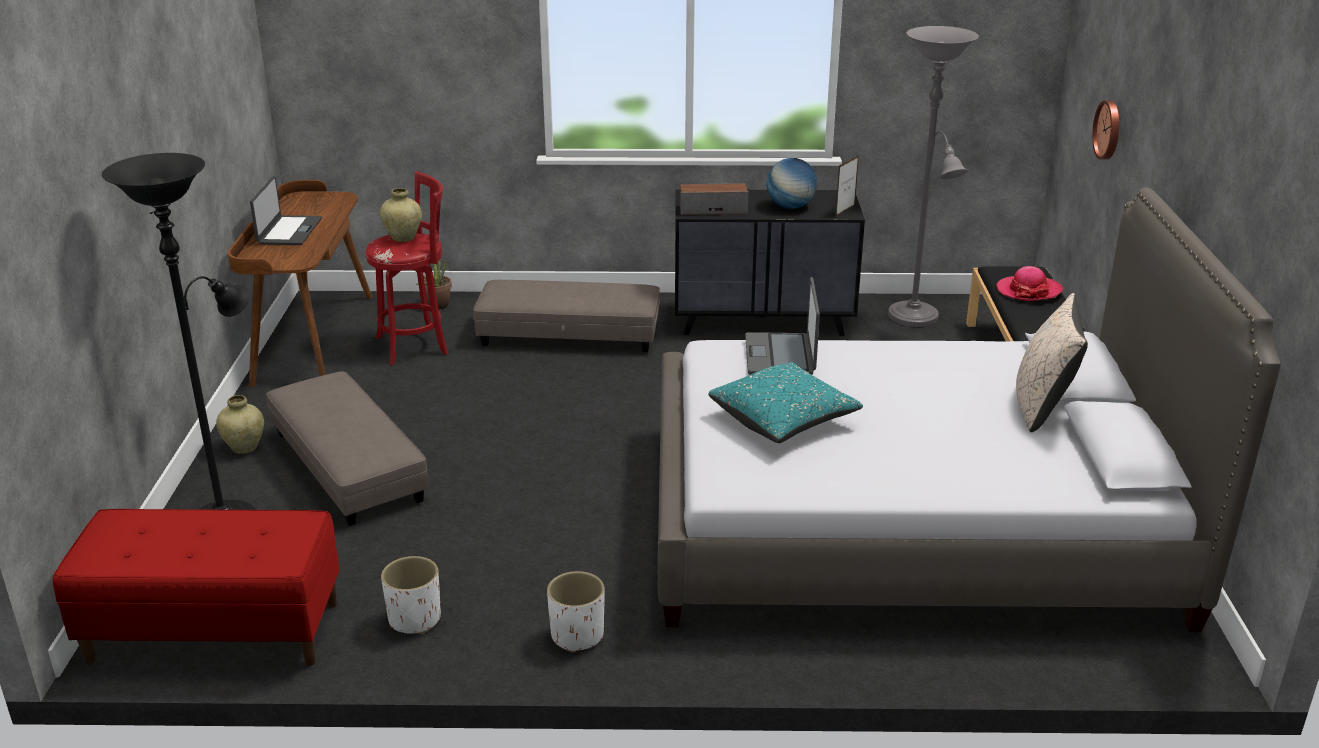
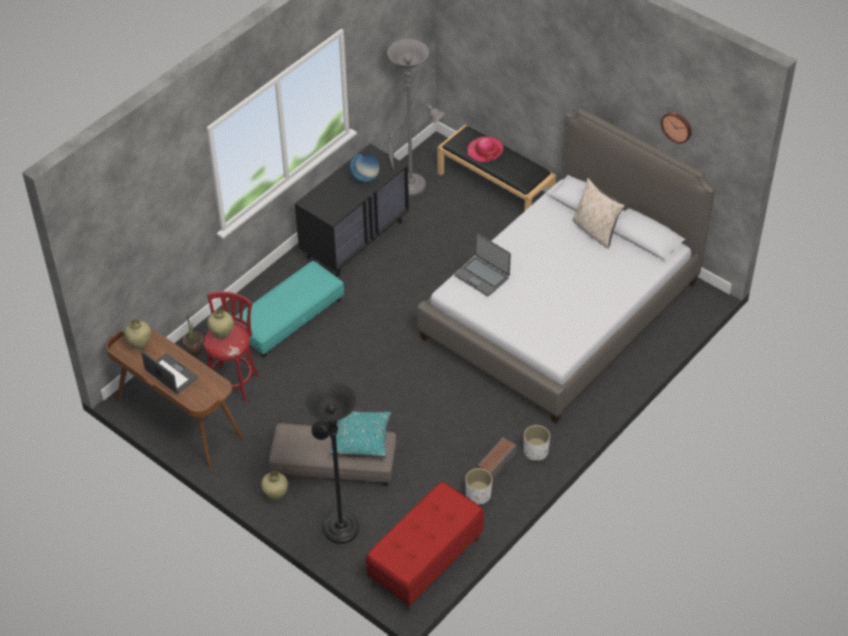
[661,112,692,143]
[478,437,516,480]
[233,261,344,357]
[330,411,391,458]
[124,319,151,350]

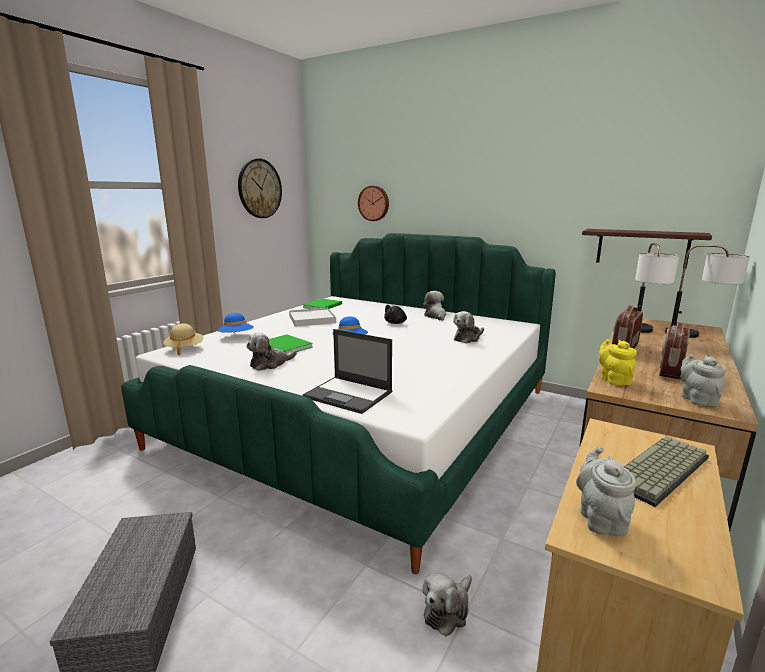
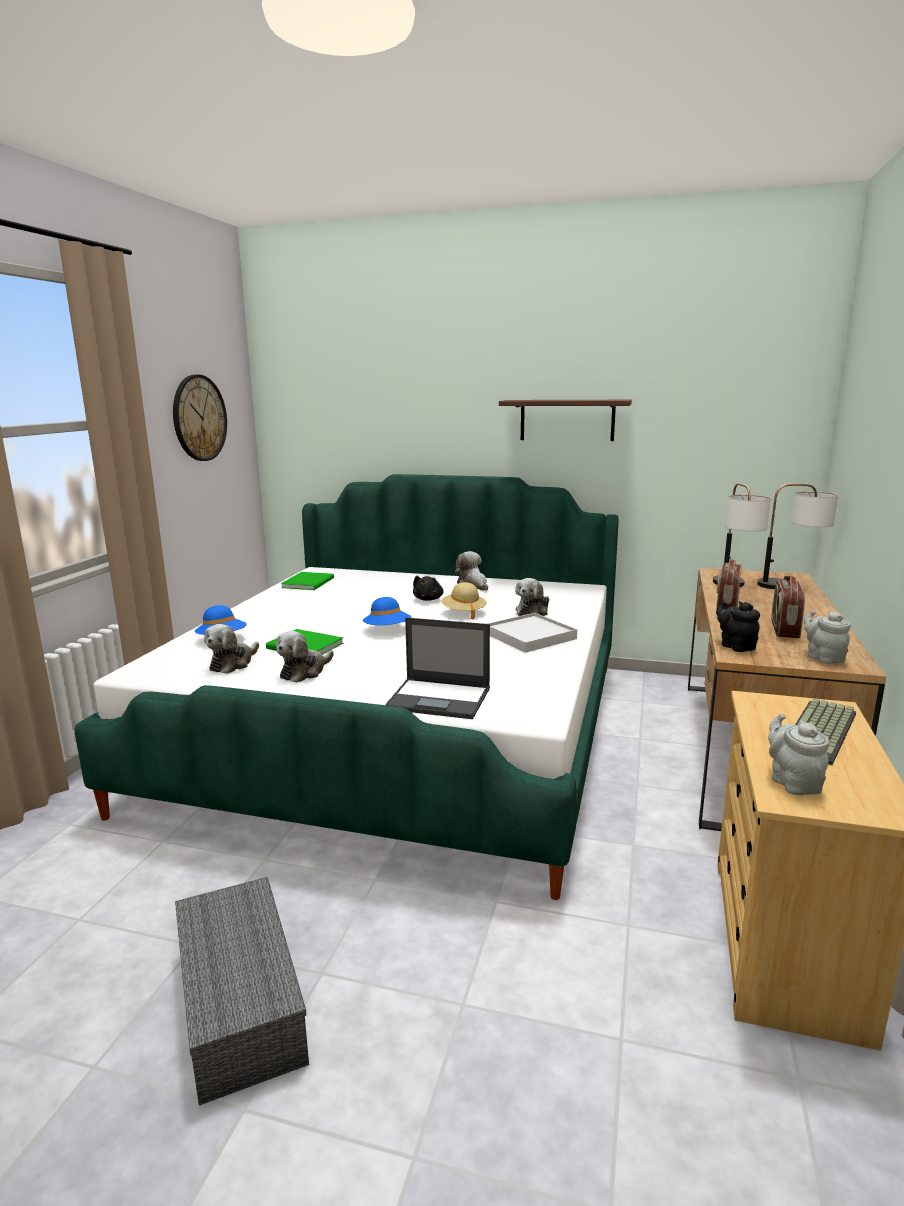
[358,186,389,221] (first image)
[499,400,632,441]
[487,613,577,653]
[441,582,487,620]
[716,601,760,652]
[204,624,259,674]

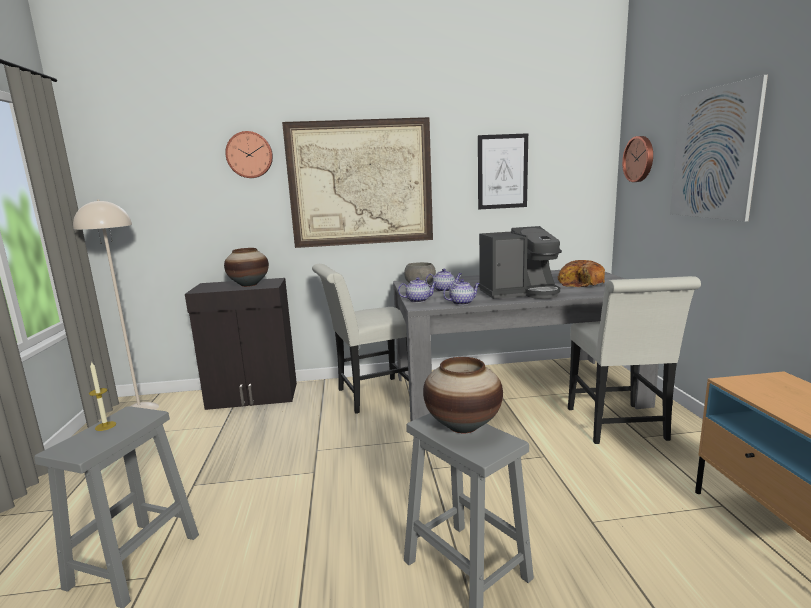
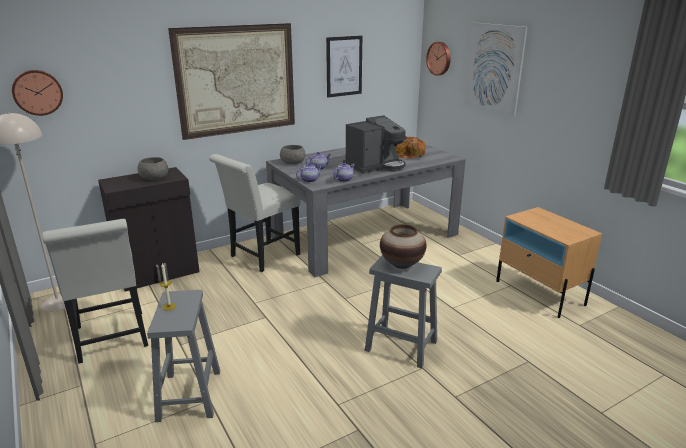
[12,70,63,116]
[138,157,168,180]
[42,219,148,364]

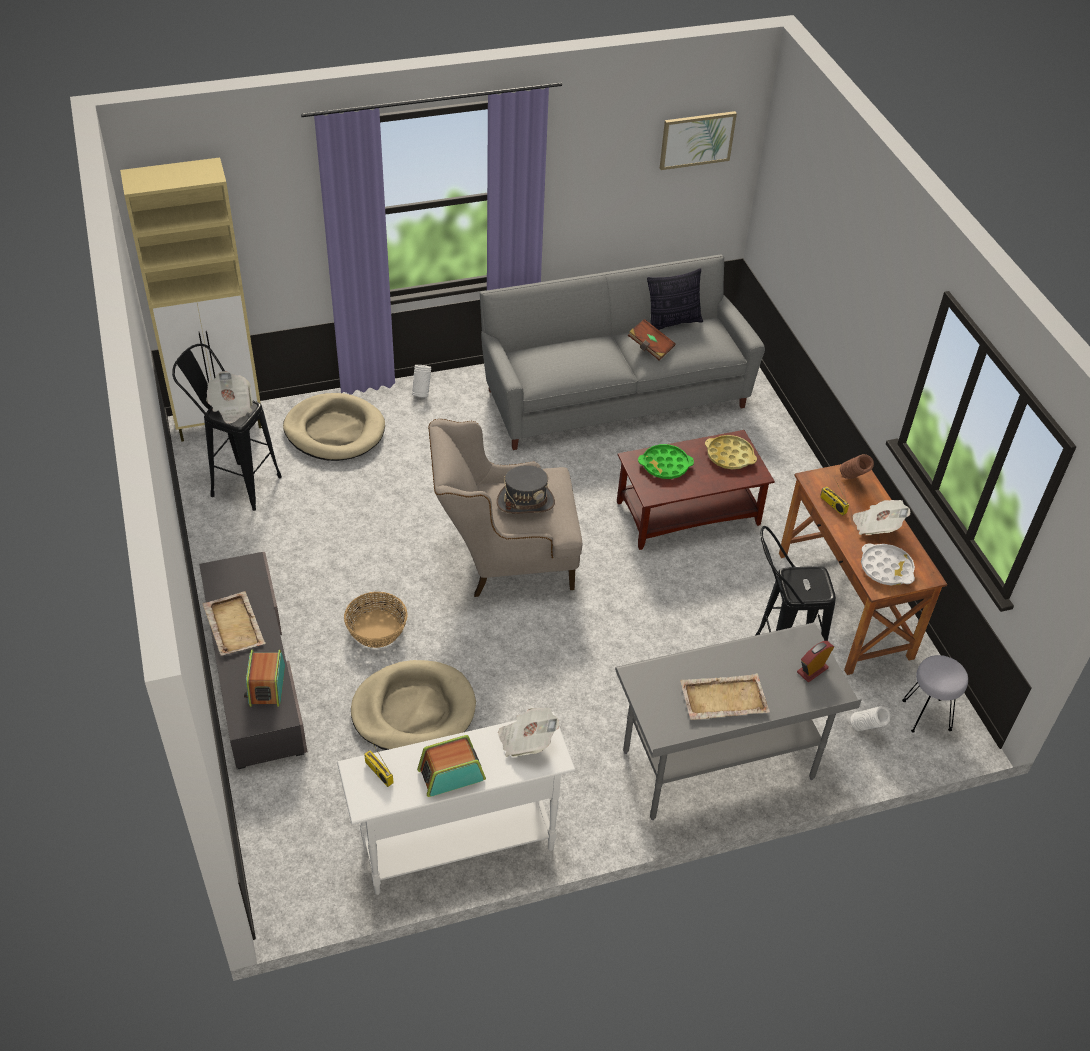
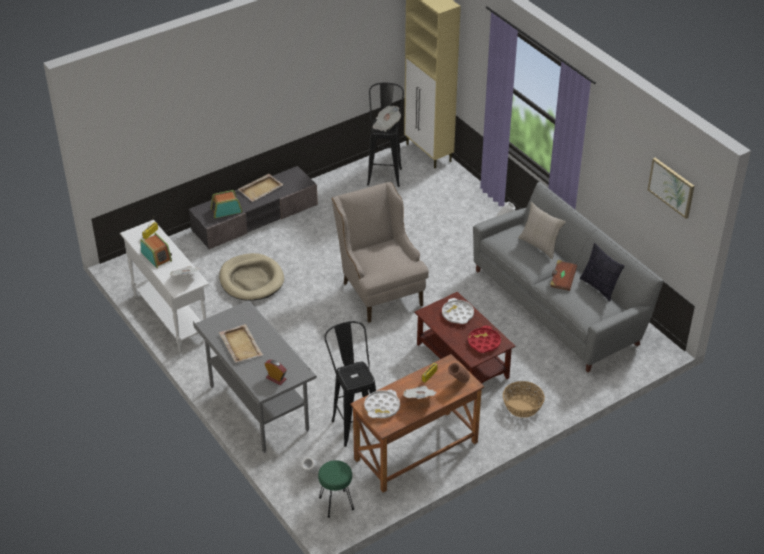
[283,393,385,461] (first image)
[468,326,501,353]
[442,298,474,324]
[497,465,555,514] (first image)
[503,381,545,418]
[318,460,354,518]
[518,202,566,259]

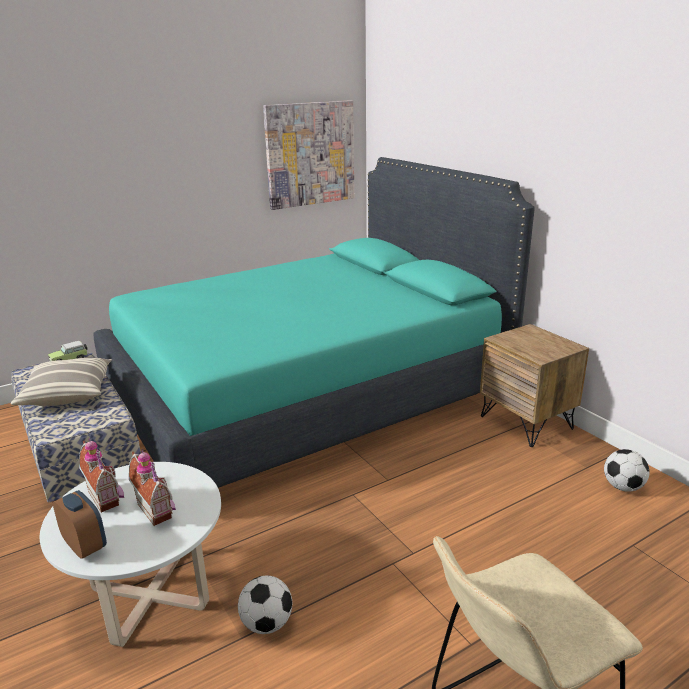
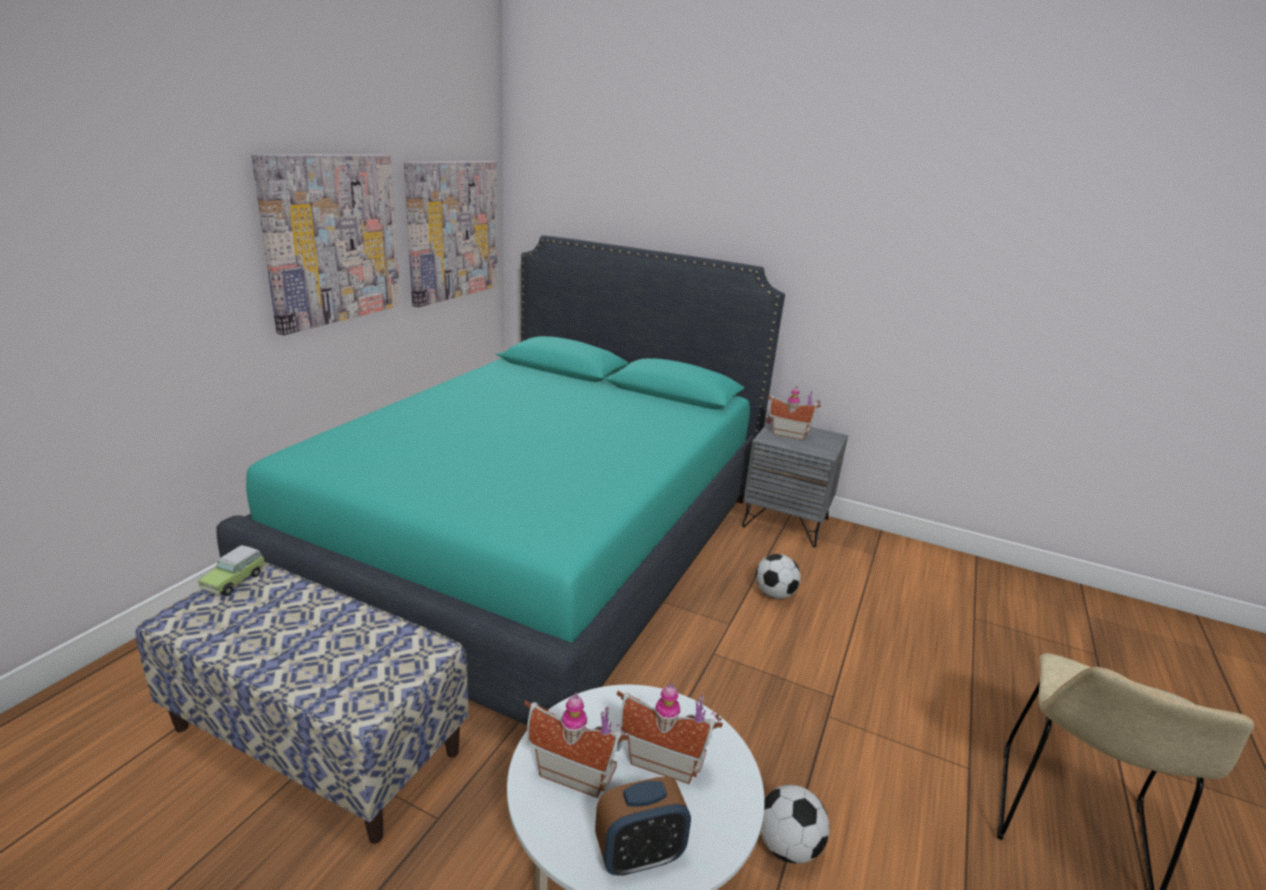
[742,418,848,547]
[11,358,112,406] (first image)
[756,554,801,599]
[595,776,691,876]
[251,154,401,335]
[766,385,821,440]

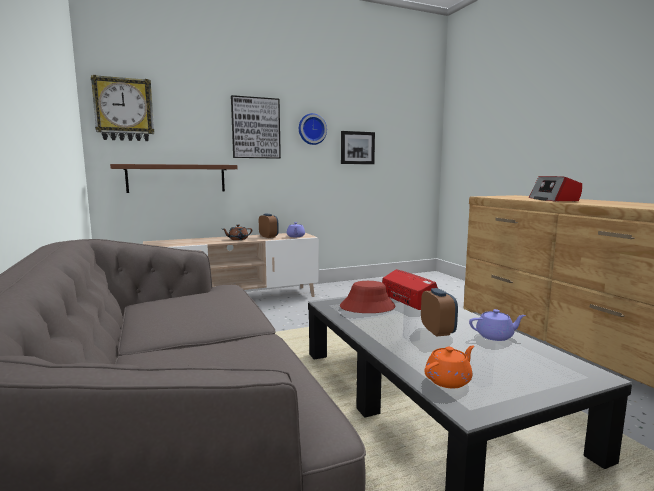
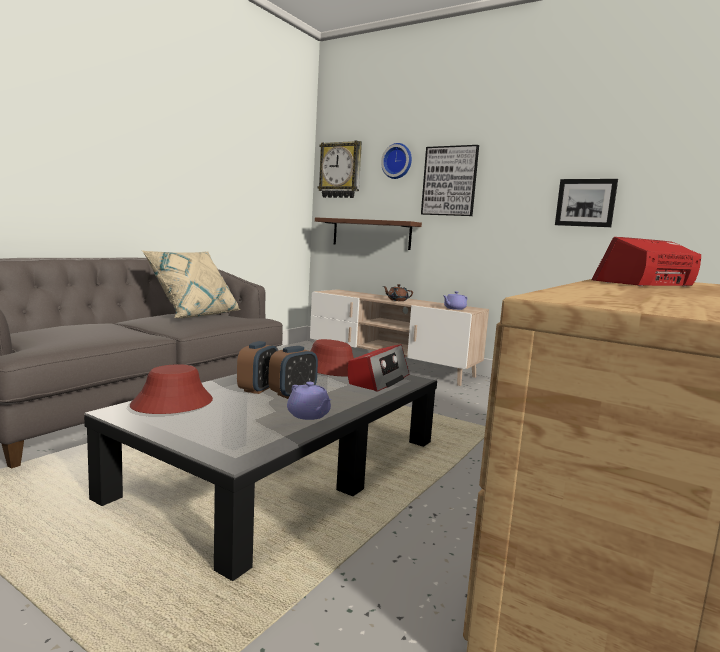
[381,143,412,179]
[237,341,277,394]
[130,364,213,414]
[142,250,240,318]

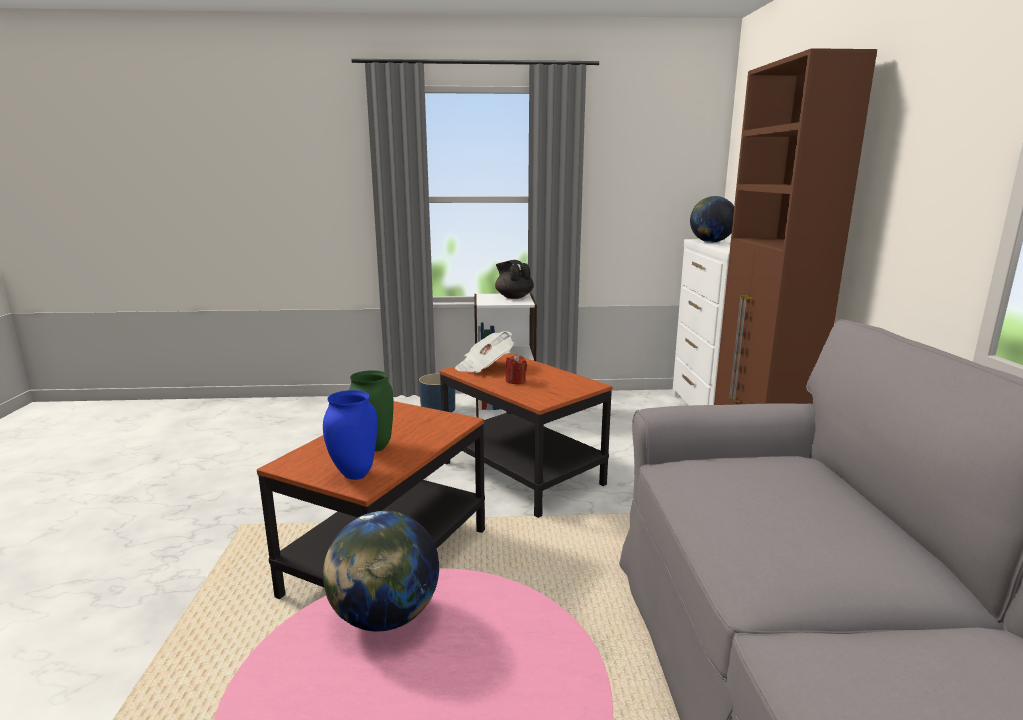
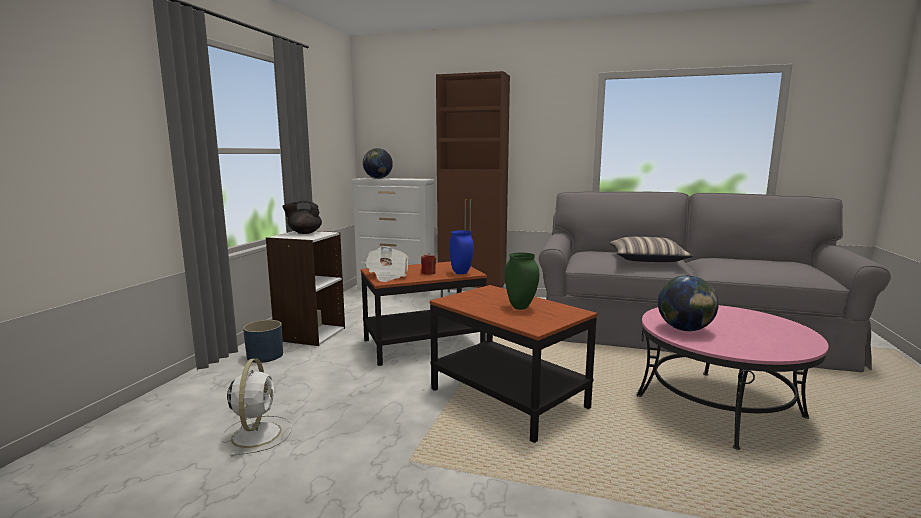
[449,230,474,274]
[609,237,693,262]
[221,359,292,456]

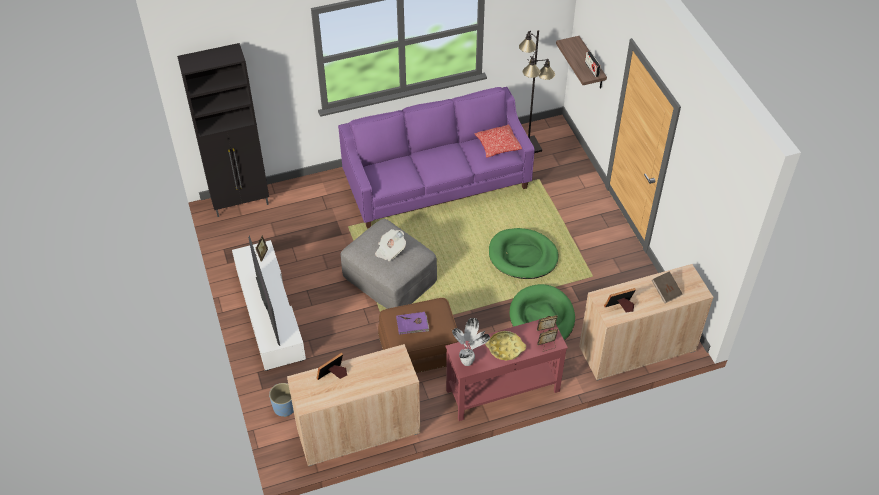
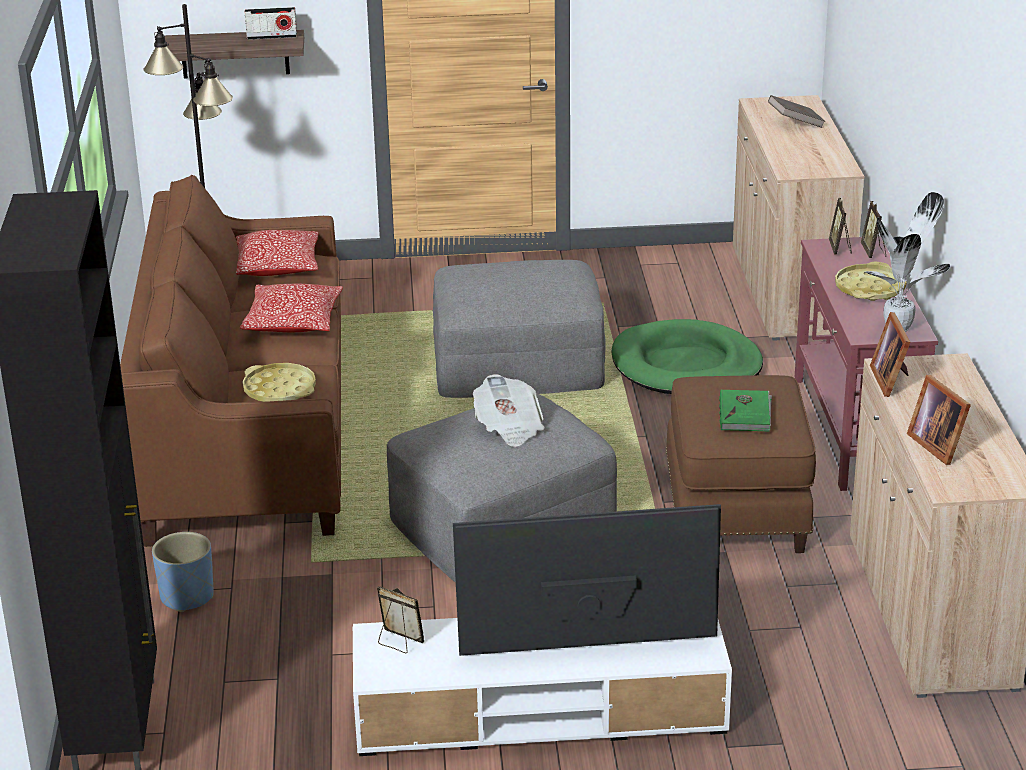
[120,175,341,547]
[433,260,606,398]
[870,312,911,397]
[719,389,772,431]
[152,532,214,612]
[240,284,343,332]
[243,363,316,402]

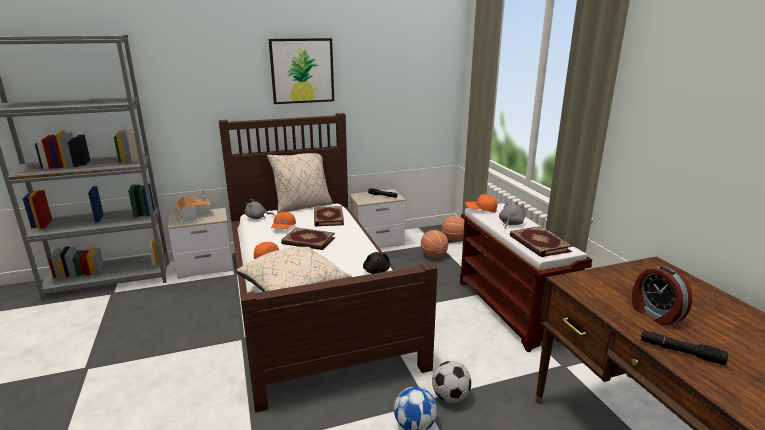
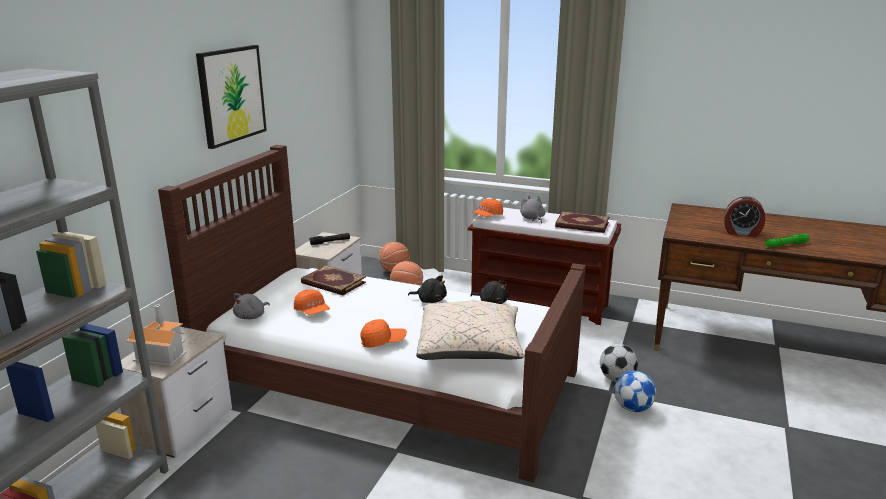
[267,153,333,213] (first image)
[281,227,335,250] (first image)
[765,233,810,247]
[408,275,447,303]

